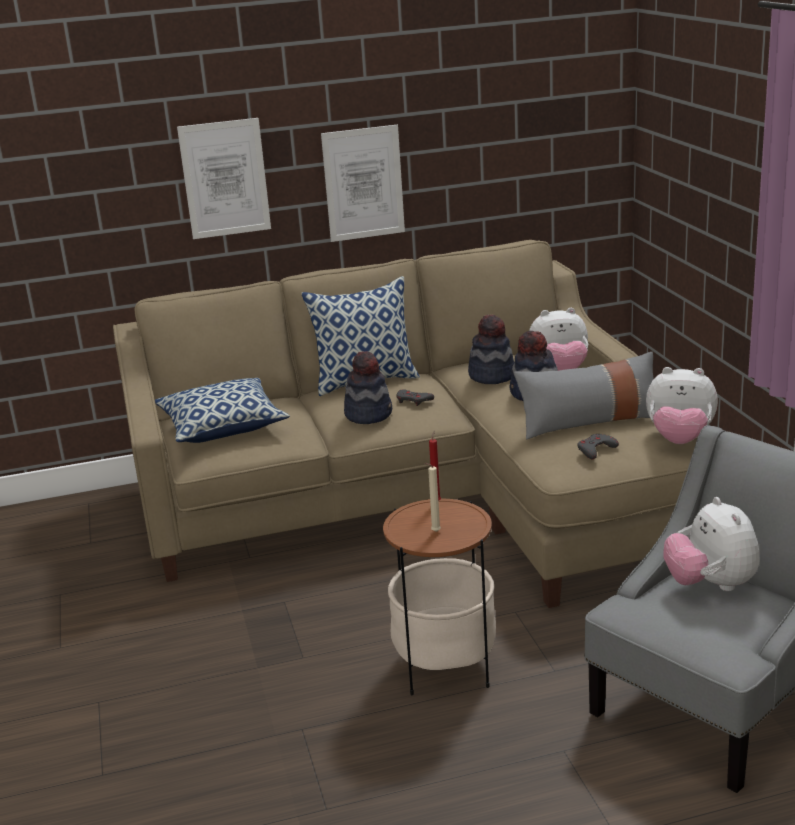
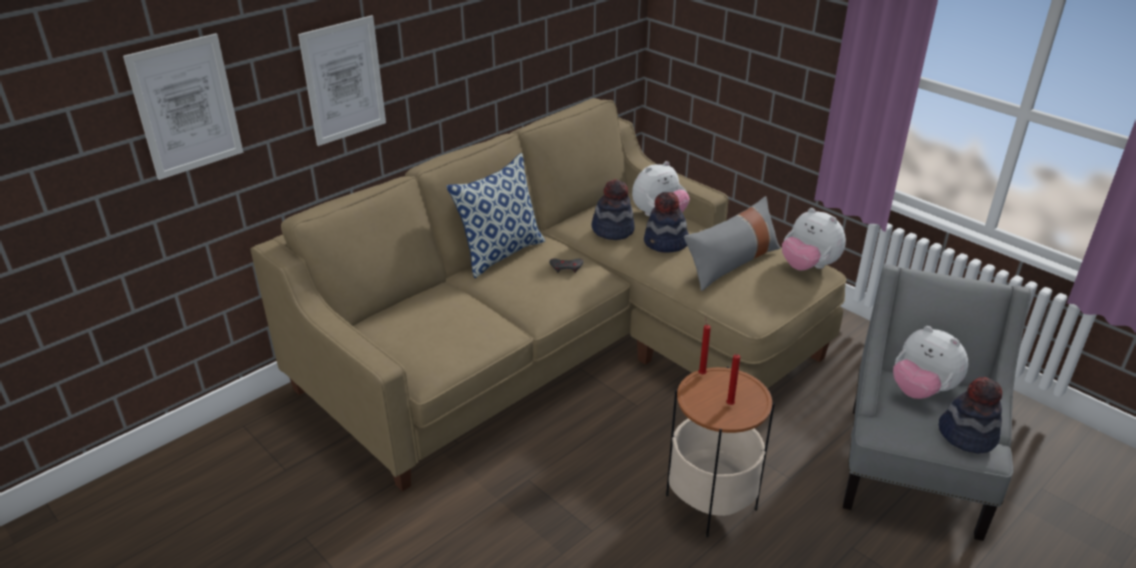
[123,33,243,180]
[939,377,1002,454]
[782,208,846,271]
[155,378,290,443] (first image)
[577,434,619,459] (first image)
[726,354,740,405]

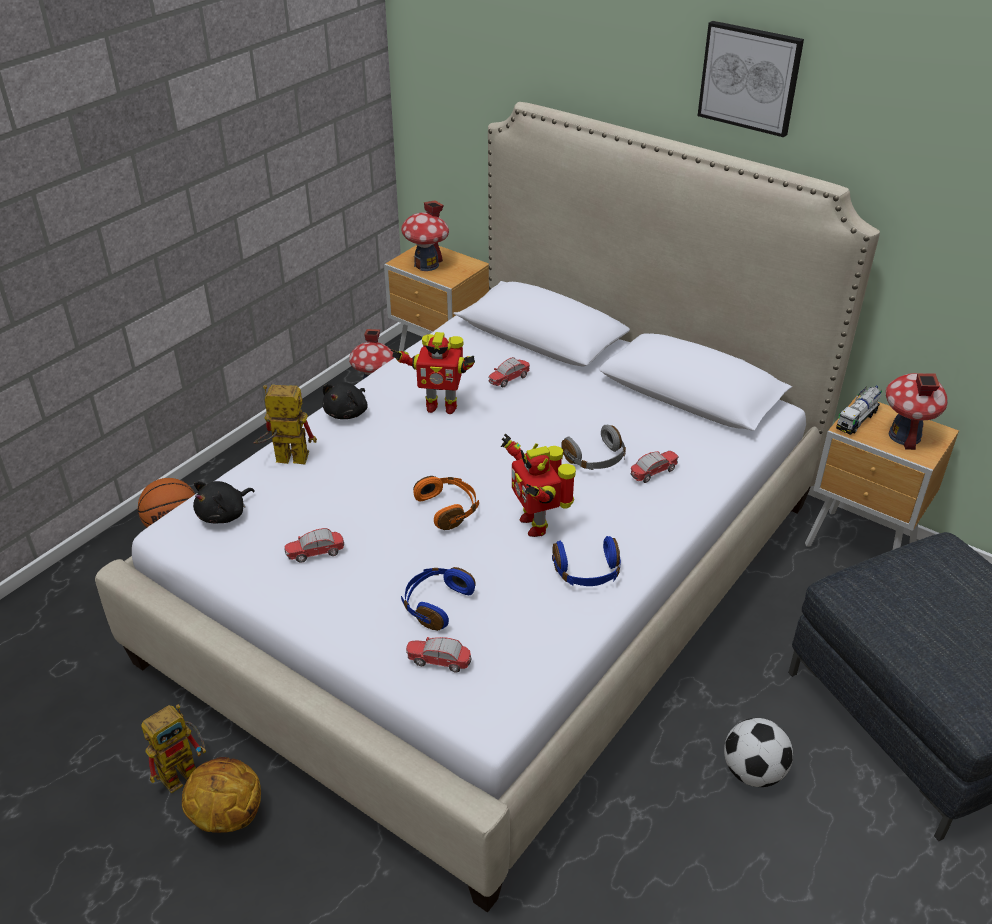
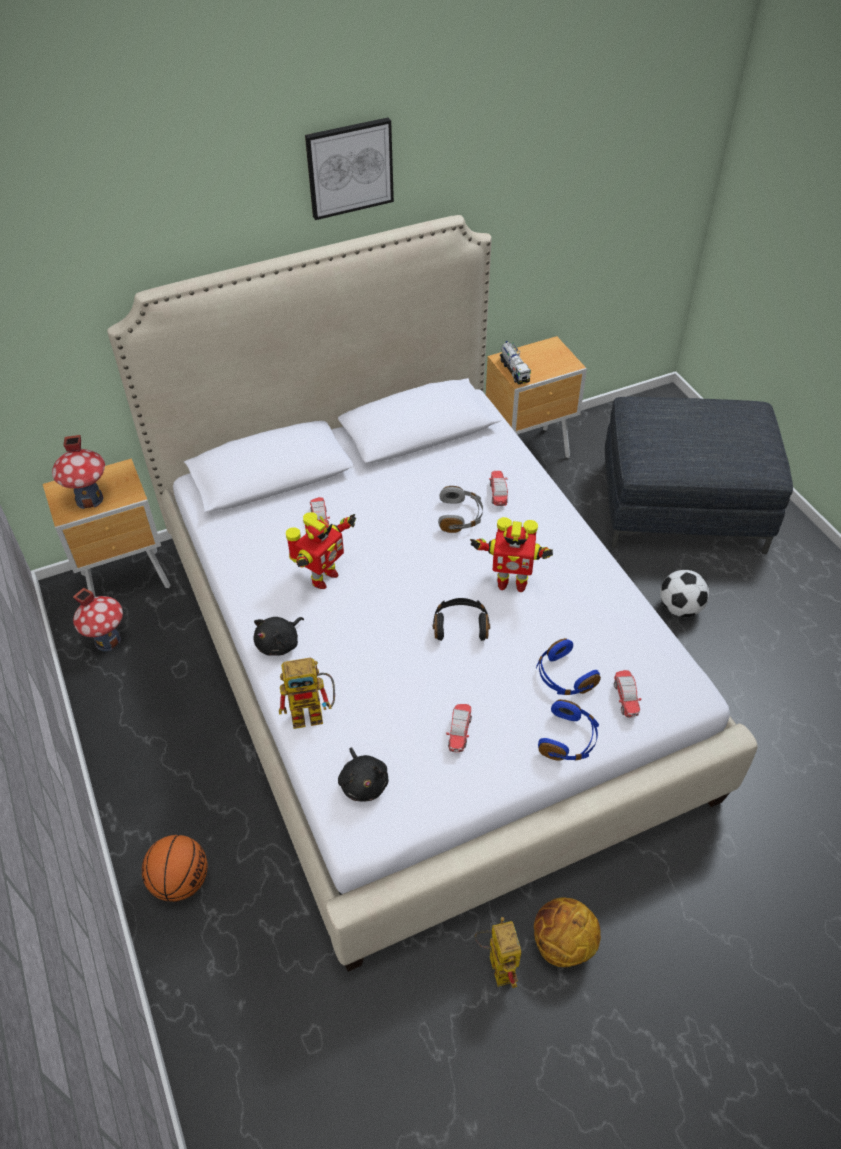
[886,373,948,450] (first image)
[254,617,304,656]
[279,657,335,729]
[433,598,490,641]
[538,699,599,761]
[614,670,641,717]

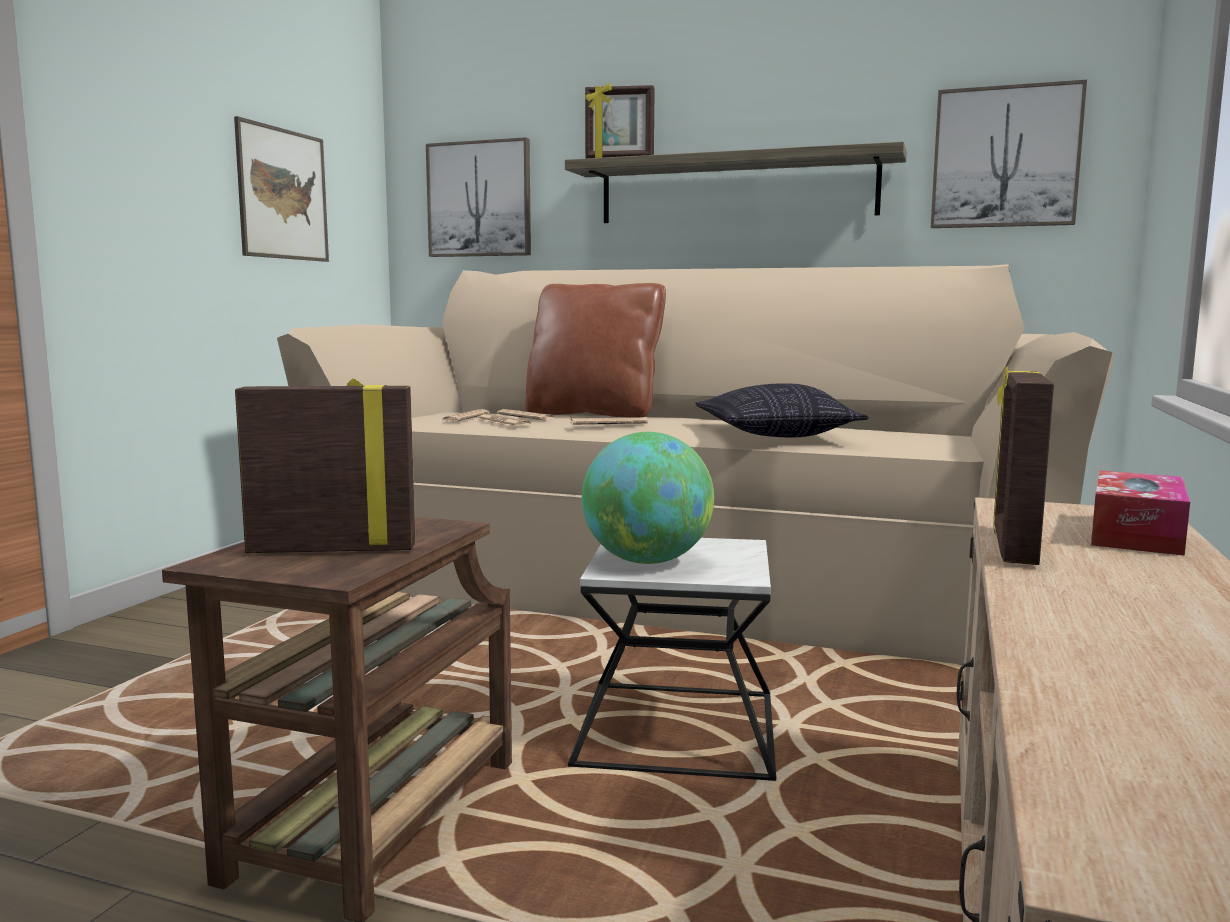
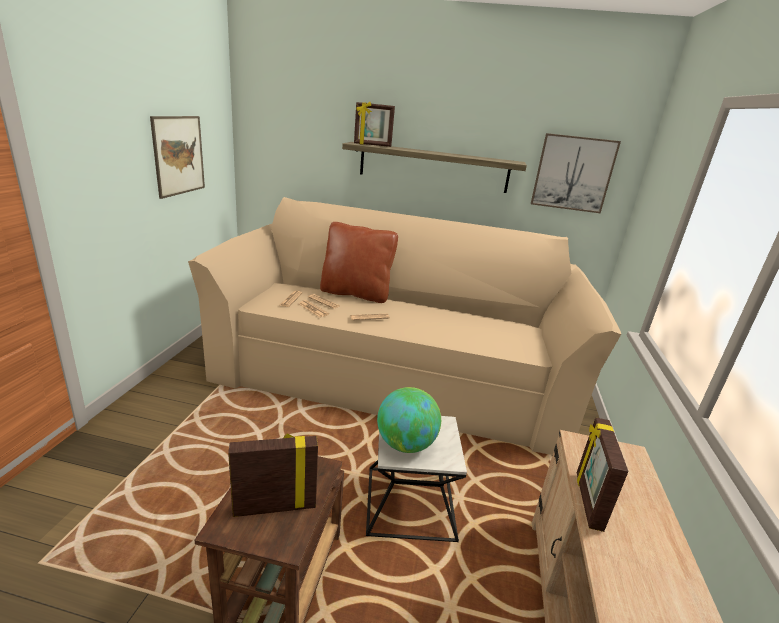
[426,137,531,257] (first image)
[695,383,869,438] (first image)
[1091,471,1190,556] (first image)

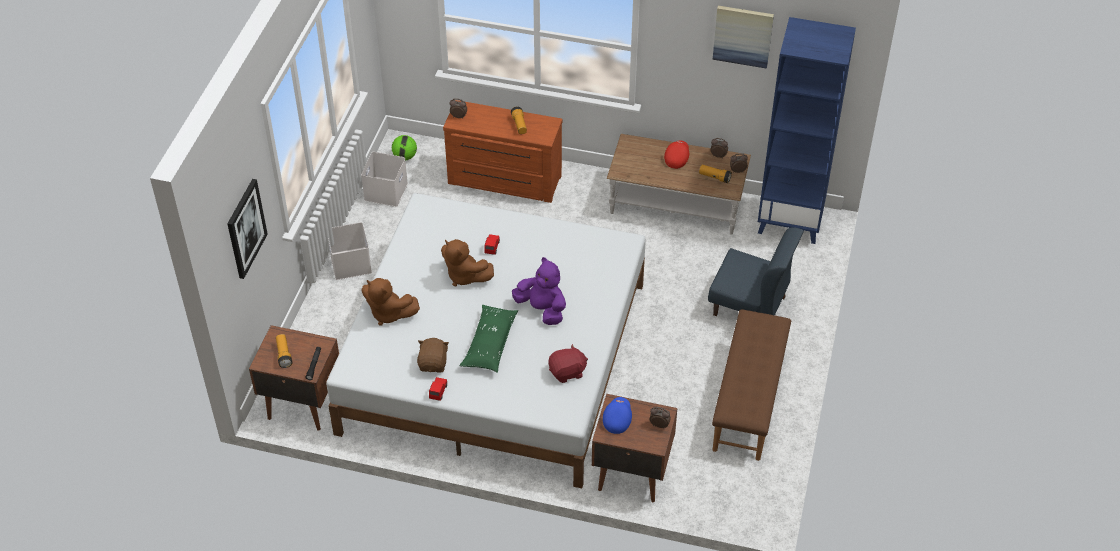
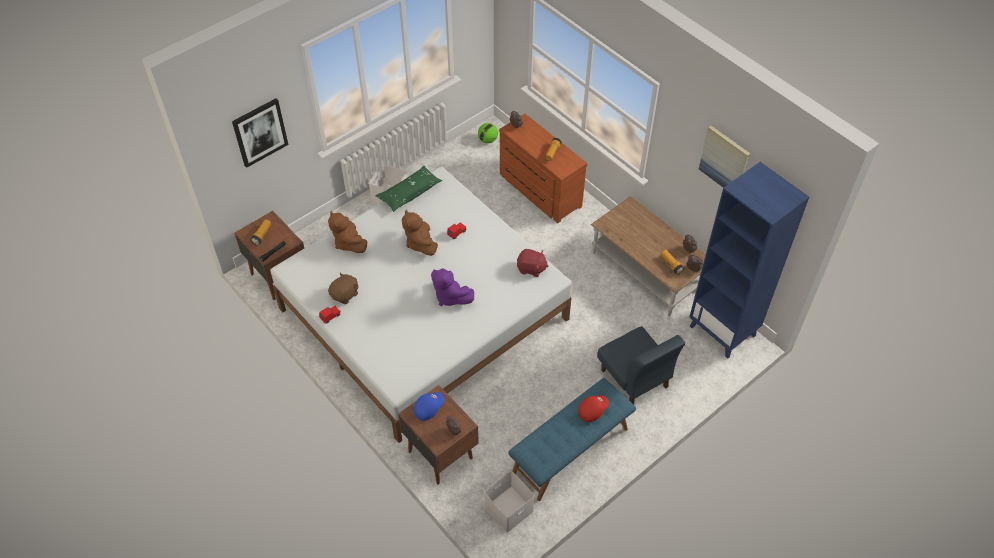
[578,395,609,422]
[484,471,535,533]
[431,268,474,306]
[375,166,442,212]
[508,378,636,501]
[517,249,548,277]

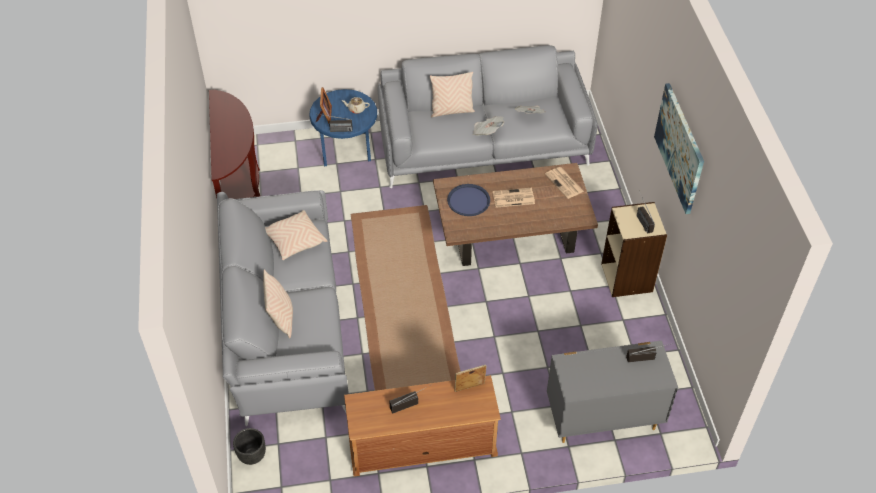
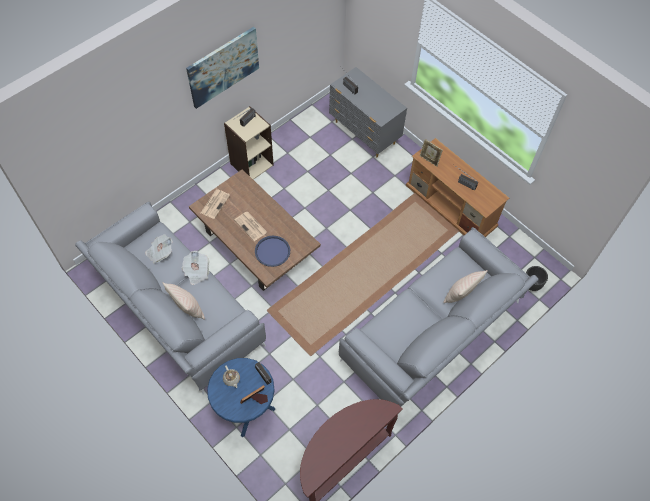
[265,210,327,260] (first image)

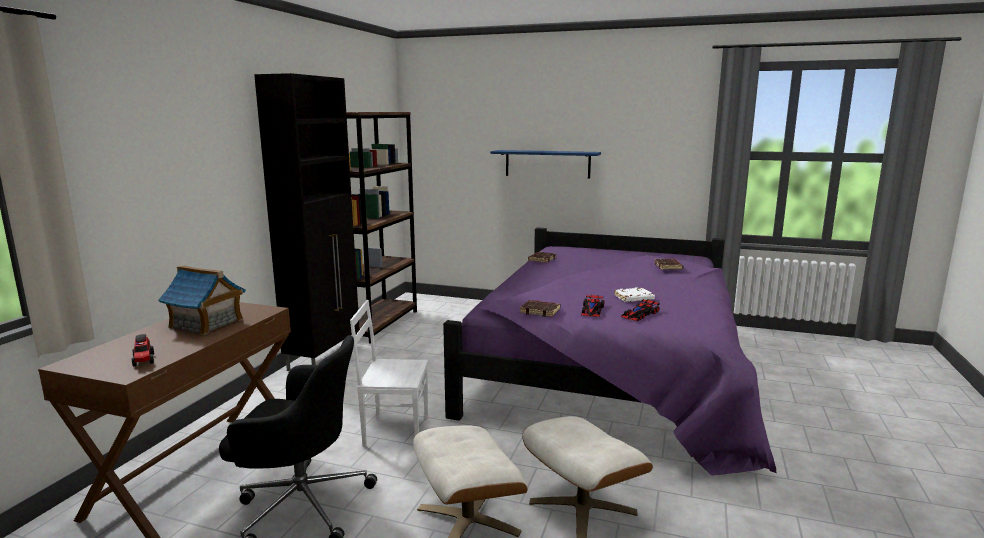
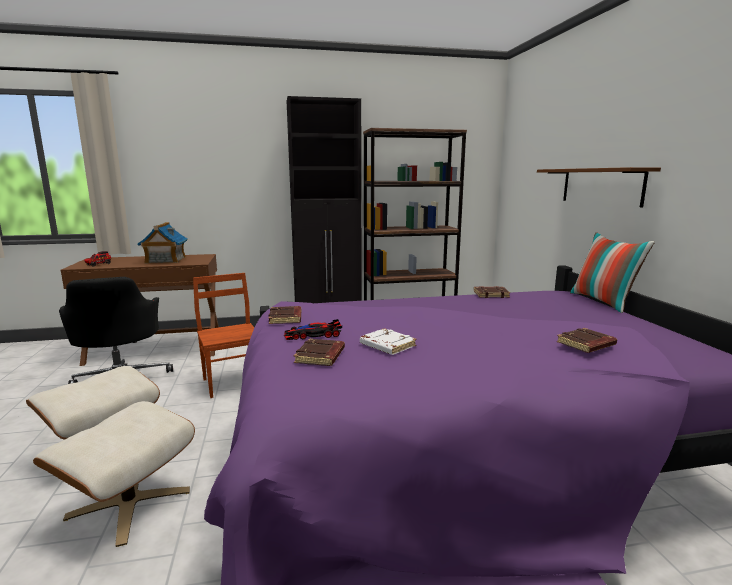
[537,167,661,207]
[293,339,345,366]
[193,273,254,398]
[570,232,655,313]

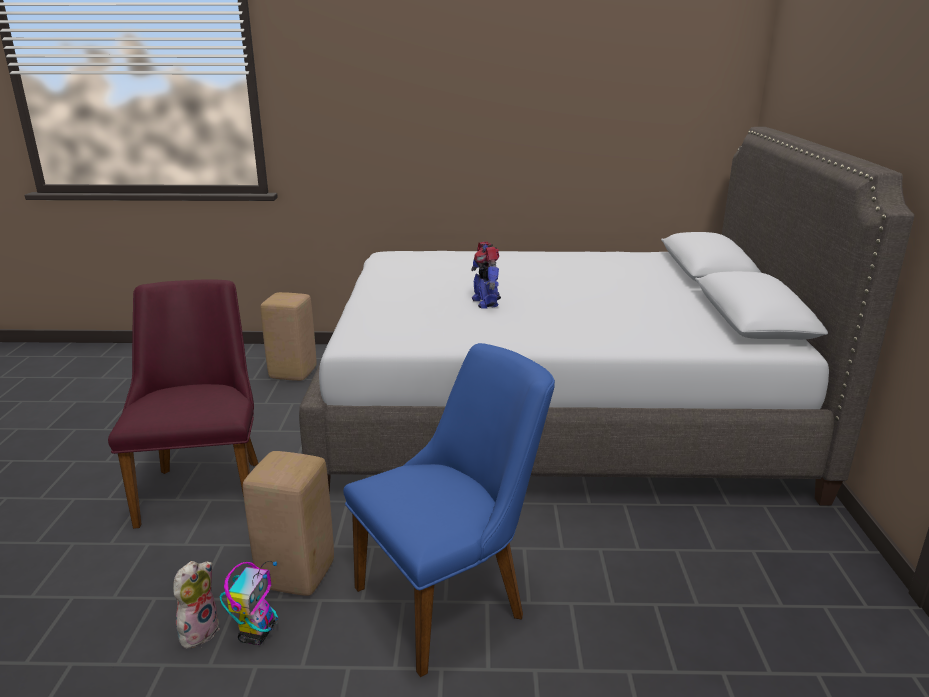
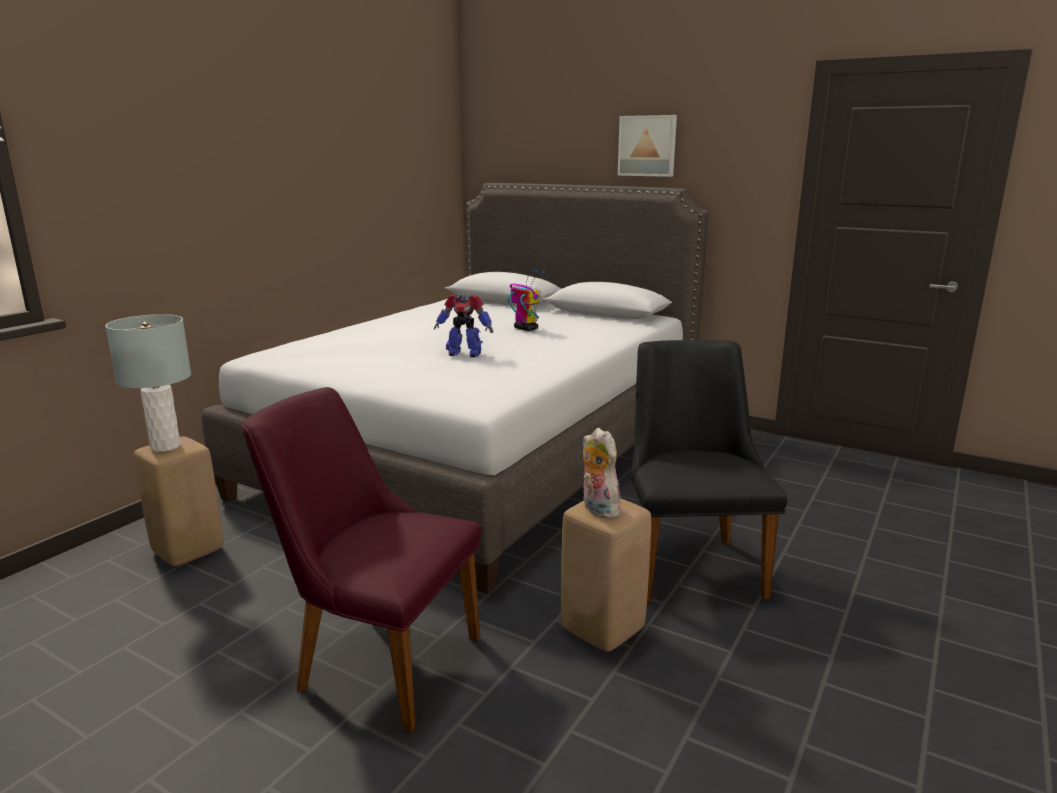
[631,340,788,603]
[582,428,620,518]
[508,270,545,331]
[617,115,677,177]
[105,314,191,452]

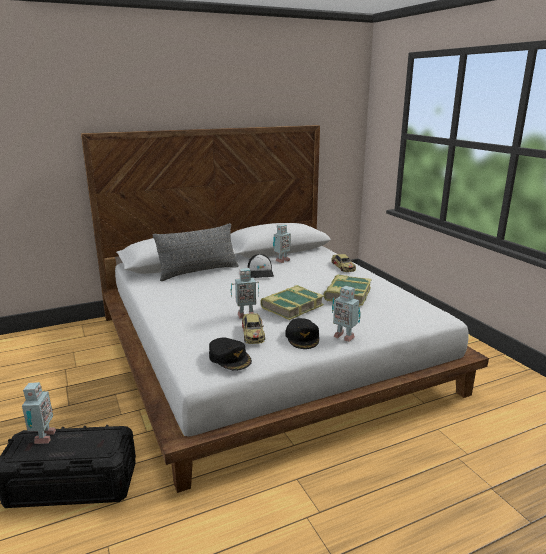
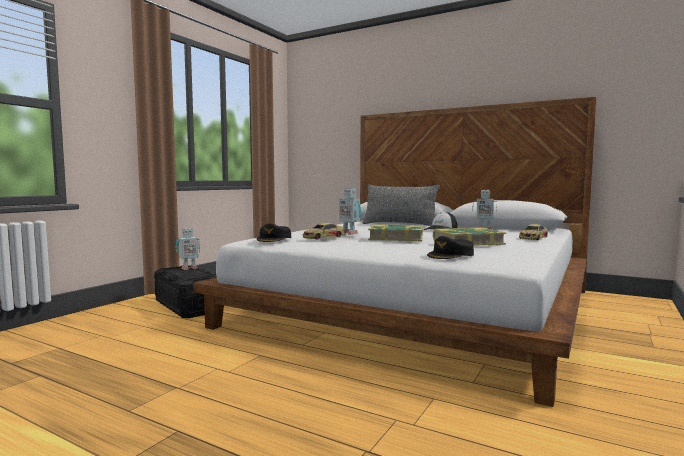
[332,286,361,342] (first image)
[427,236,474,259]

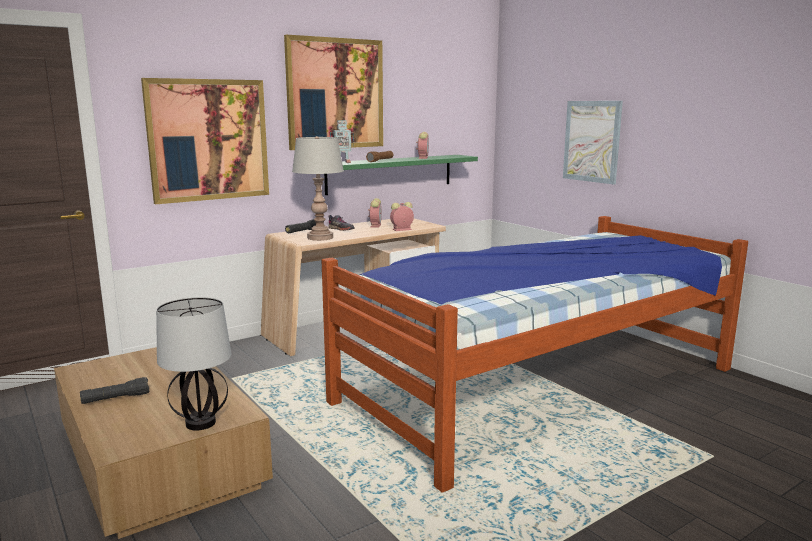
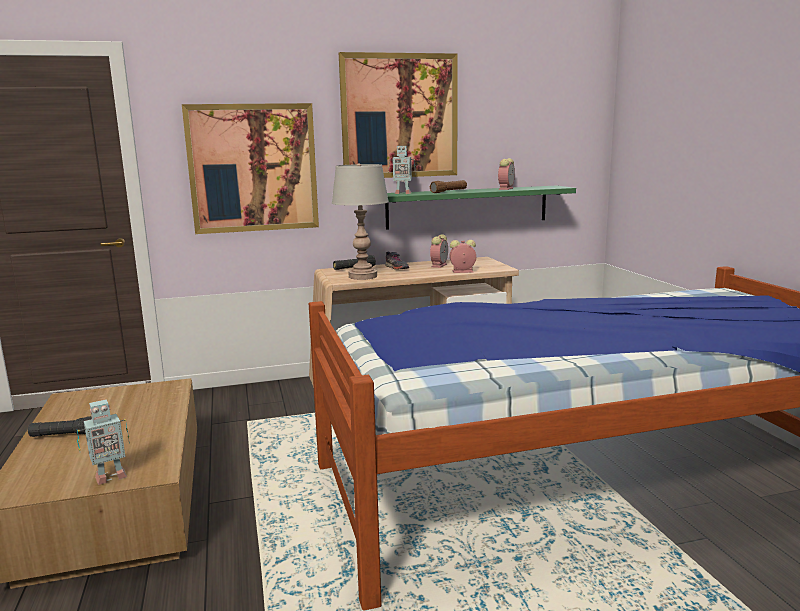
[563,101,623,184] (first image)
[77,399,129,485]

